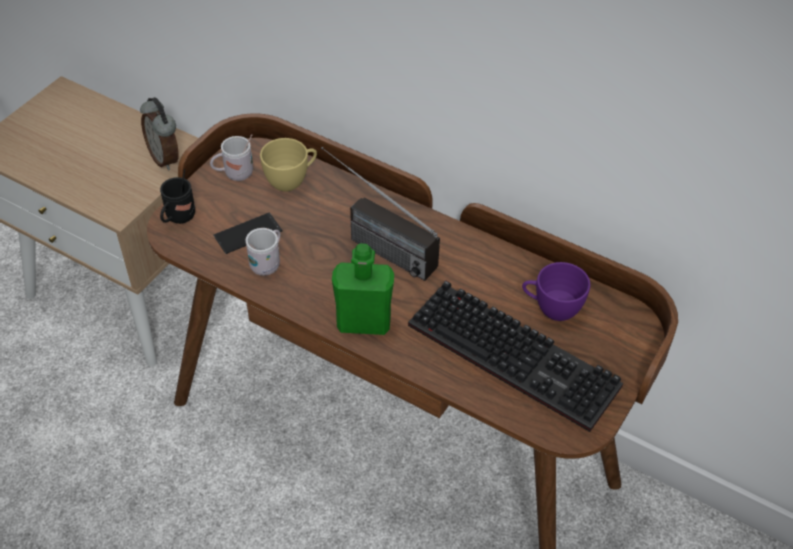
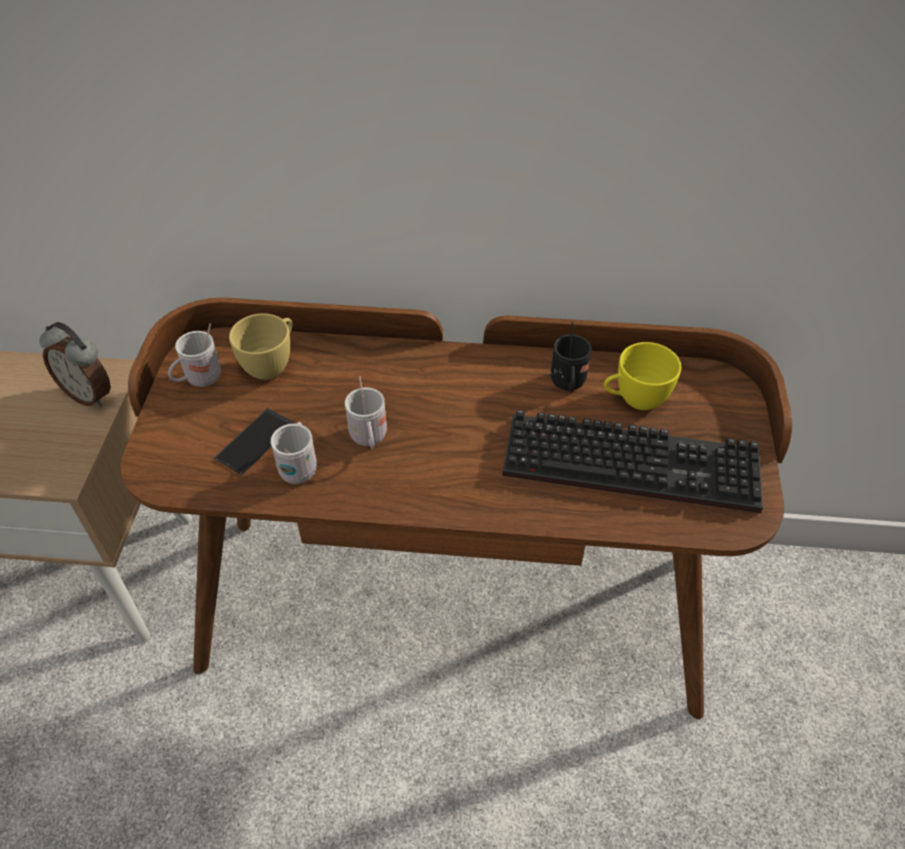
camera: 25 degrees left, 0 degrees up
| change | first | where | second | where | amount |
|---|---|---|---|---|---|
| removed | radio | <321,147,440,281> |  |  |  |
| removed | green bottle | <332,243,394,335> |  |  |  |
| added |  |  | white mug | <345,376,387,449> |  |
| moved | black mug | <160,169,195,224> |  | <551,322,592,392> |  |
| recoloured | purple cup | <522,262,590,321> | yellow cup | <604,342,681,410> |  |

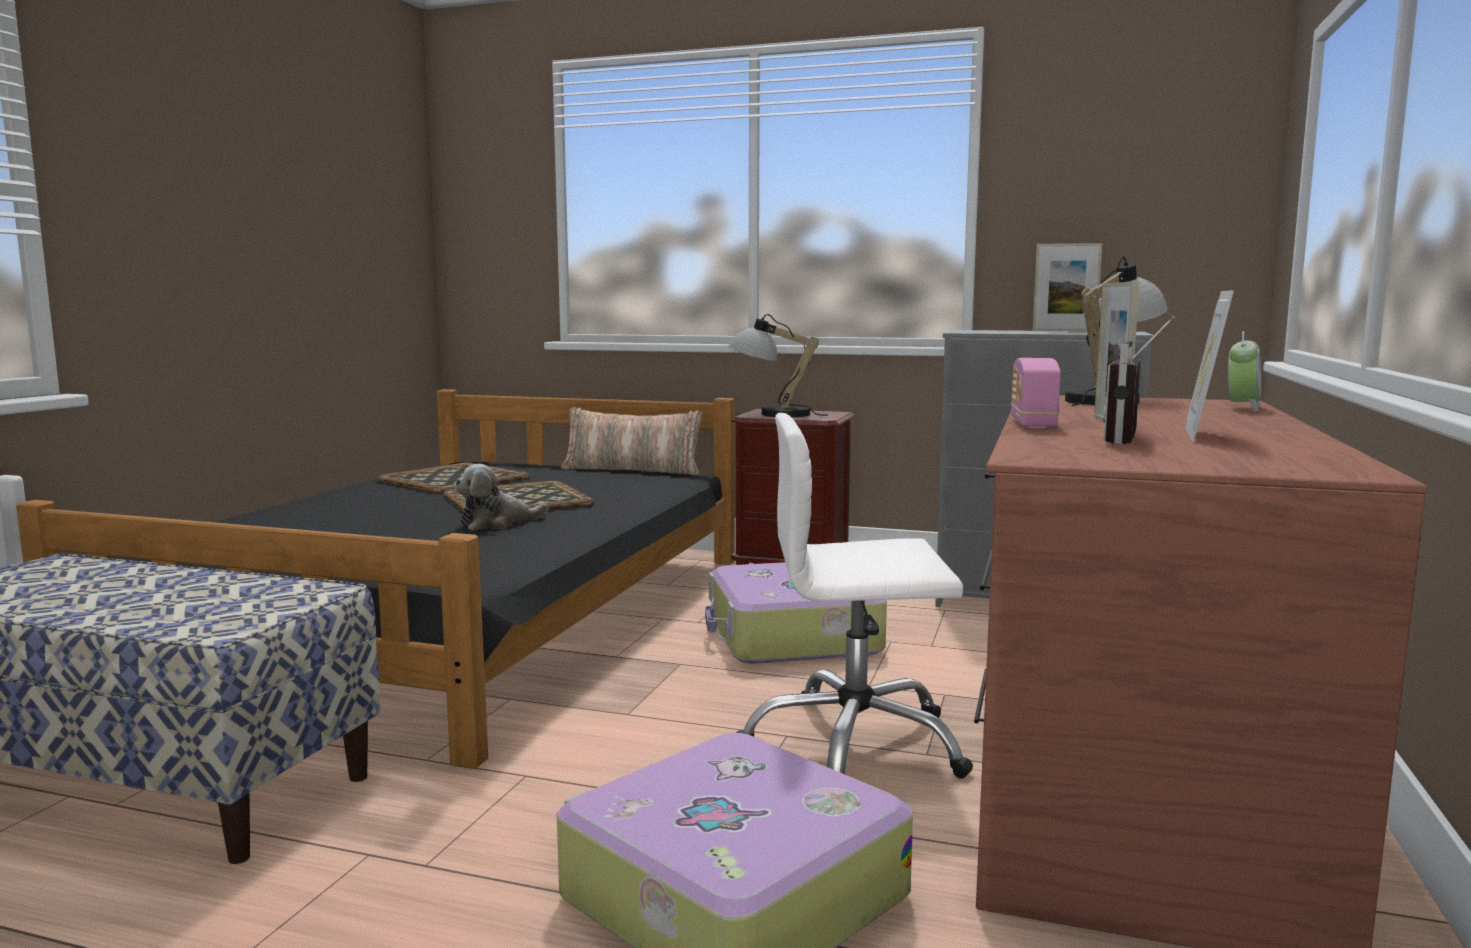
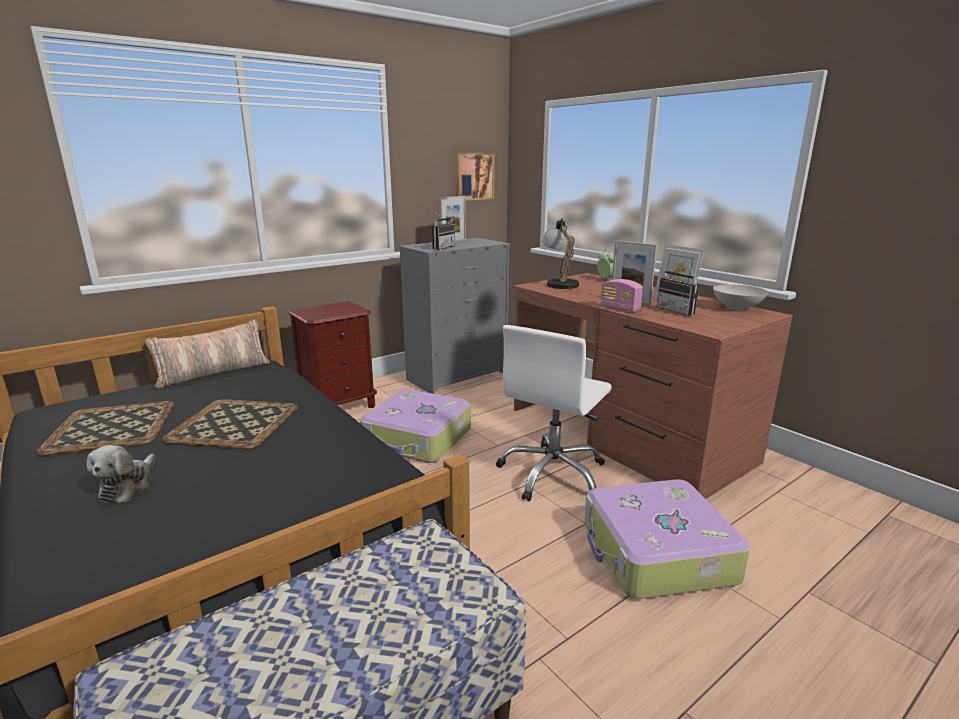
camera: 55 degrees left, 10 degrees up
| change | first | where | second | where | amount |
|---|---|---|---|---|---|
| removed | table lamp | <729,314,828,417> |  |  |  |
| added |  |  | radio | <431,210,455,250> |  |
| added |  |  | picture | <455,153,495,201> |  |
| added |  |  | white bowl | <713,284,768,310> |  |
| moved | plush toy | <455,464,548,531> |  | <86,445,155,503> |  |

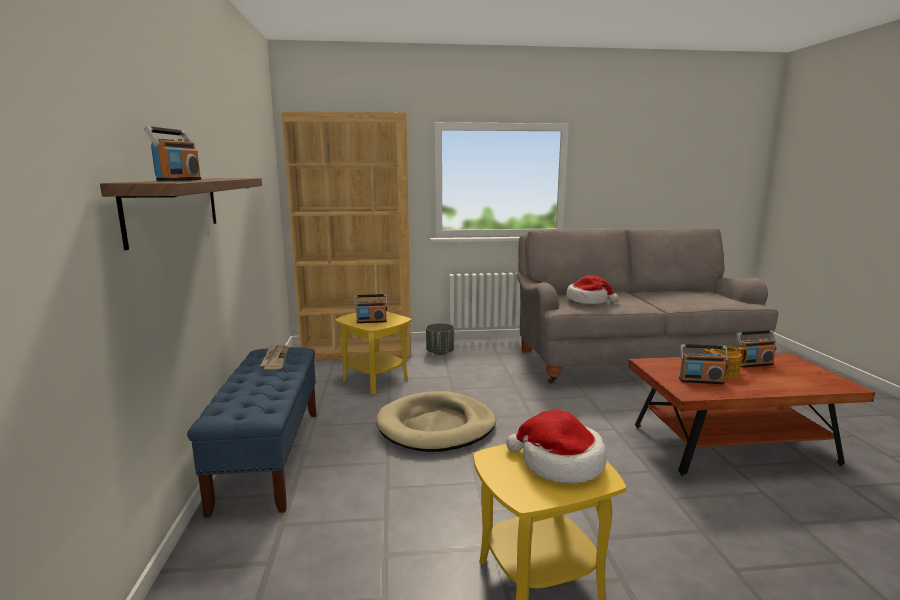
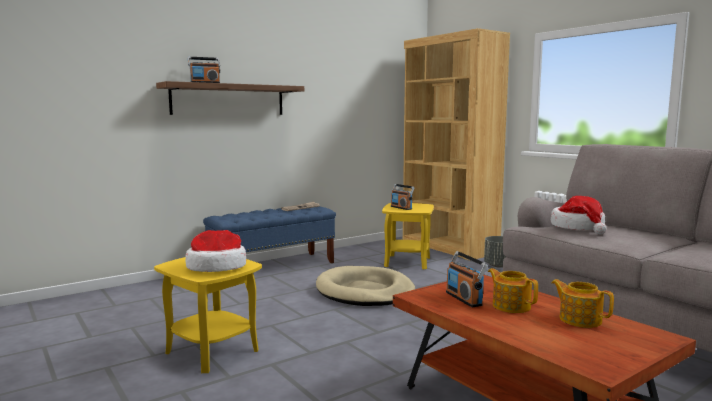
camera: 60 degrees right, 5 degrees down
| change | first | where | second | where | amount |
|---|---|---|---|---|---|
| replaced | radio | <736,330,776,368> | teapot | <551,279,614,328> |  |

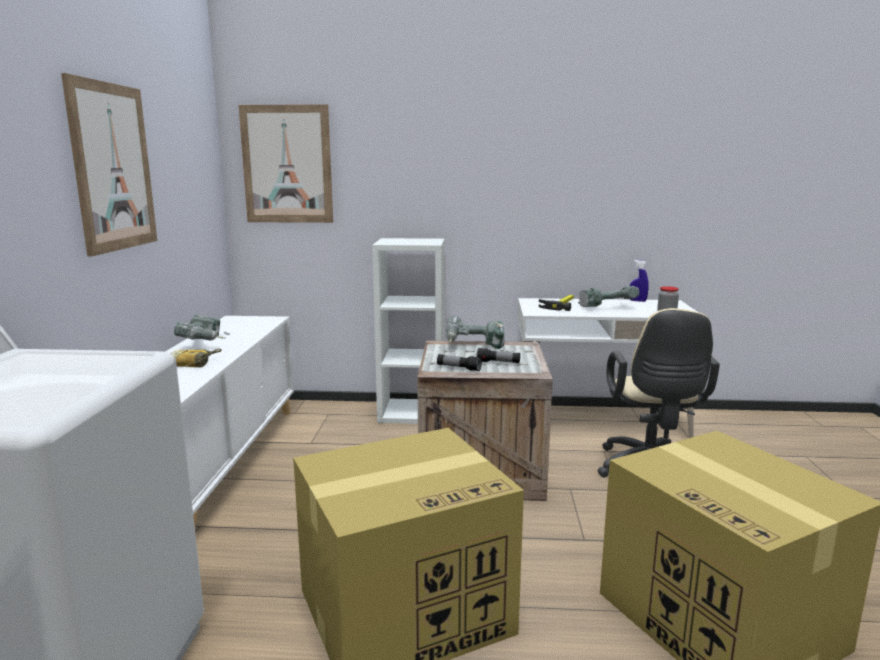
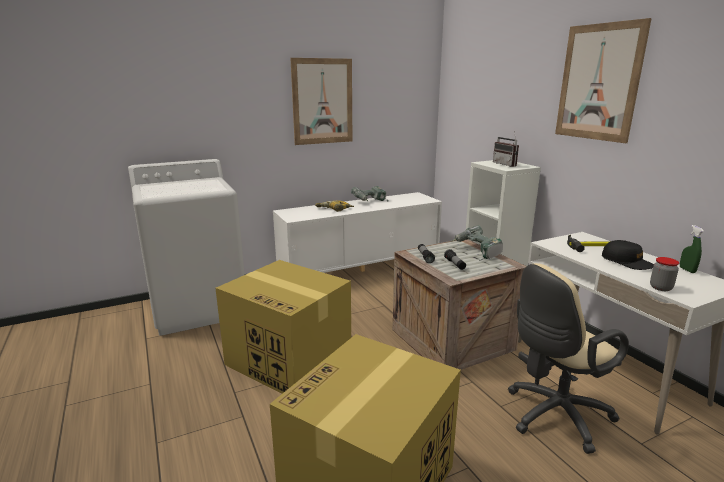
camera: 60 degrees right, 5 degrees up
| change | first | where | second | where | amount |
|---|---|---|---|---|---|
| added |  |  | radio | <493,130,519,167> |  |
| moved | picture | <239,104,333,223> |  | <555,18,652,143> |  |
| replaced | power drill | <578,286,639,307> | black cap | <602,240,654,270> |  |
| recoloured | blue spray bottle | <630,260,649,302> | green spray bottle | <680,225,704,273> |  |

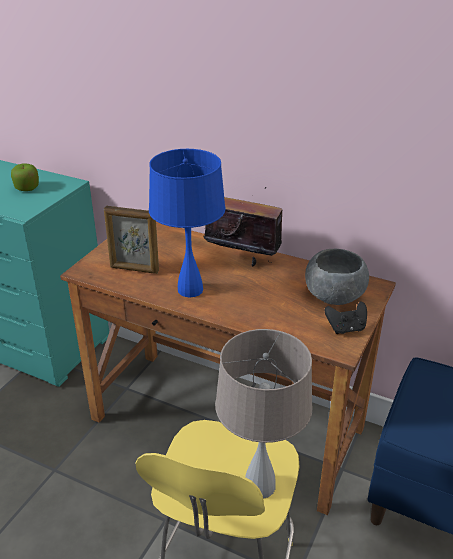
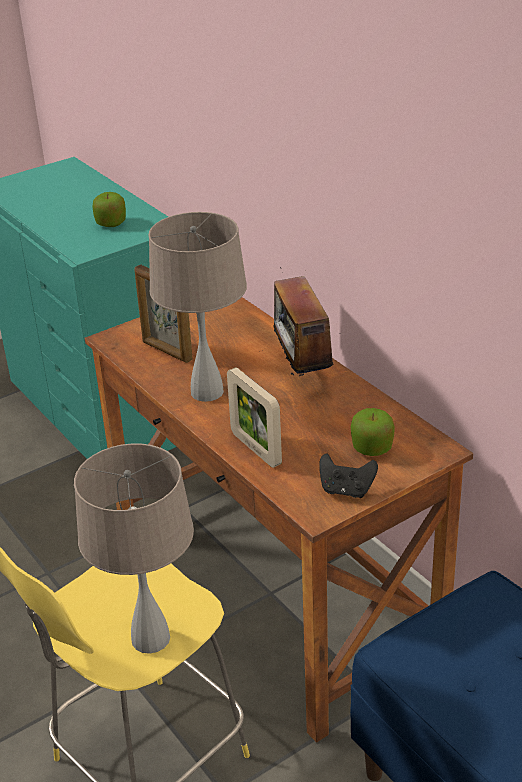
camera: 30 degrees right, 0 degrees up
| change | first | where | second | where | amount |
|---|---|---|---|---|---|
| added |  |  | picture frame | <227,368,282,468> |  |
| replaced | grey bowl | <305,249,369,305> | apple | <351,408,395,456> |  |
| recoloured | blue table lamp | <149,149,226,297> | beige table lamp | <148,212,247,402> |  |
| turned | radio | <204,187,283,266> |  | <262,267,341,378> | 150 degrees counterclockwise |

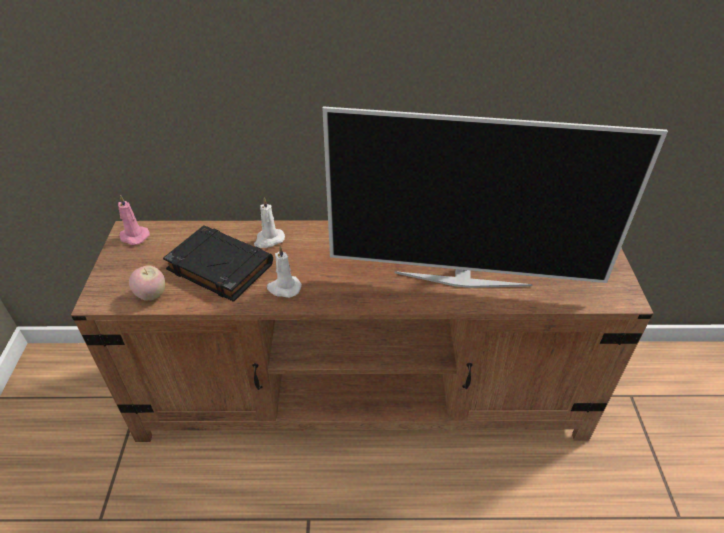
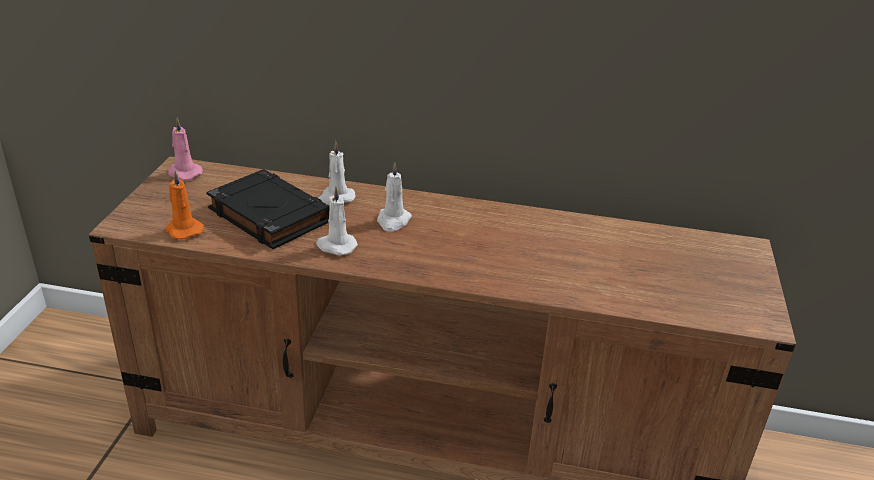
camera: 10 degrees right, 10 degrees down
| change | first | where | second | where | amount |
|---|---|---|---|---|---|
| removed | television | <322,106,668,288> |  |  |  |
| added |  |  | white candle | <377,162,412,232> |  |
| replaced | apple | <129,265,165,301> | orange candle | <165,171,204,239> |  |

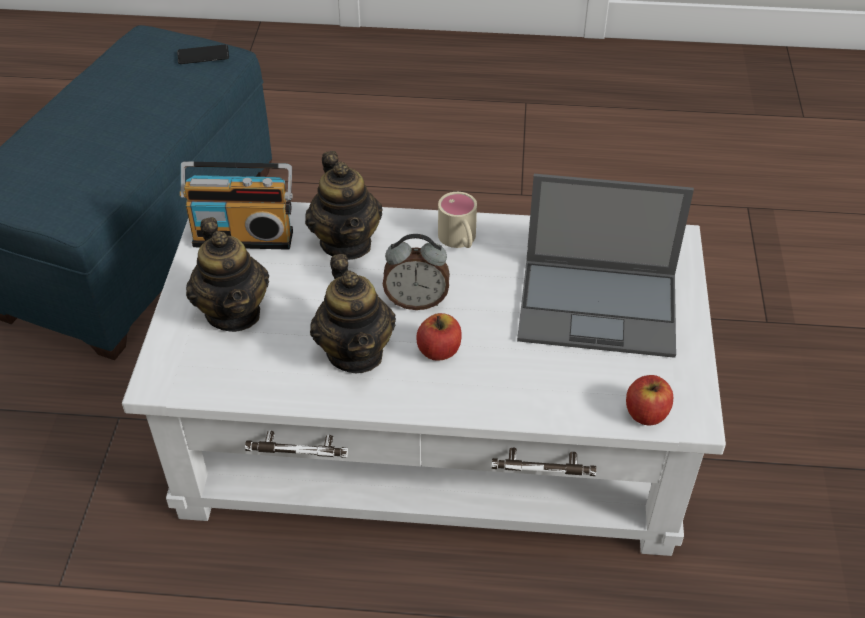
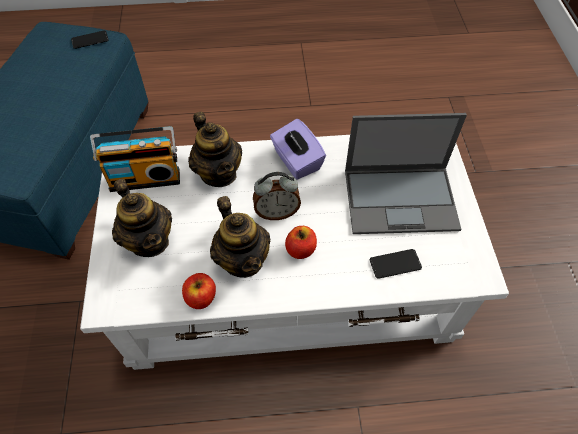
camera: 10 degrees left, 10 degrees up
| change | first | where | second | where | amount |
|---|---|---|---|---|---|
| added |  |  | phone | <370,249,422,279> |  |
| moved | apple | <626,375,673,426> |  | <182,273,216,309> |  |
| replaced | beige mug | <438,192,477,248> | purple tissue box | <270,119,326,180> |  |

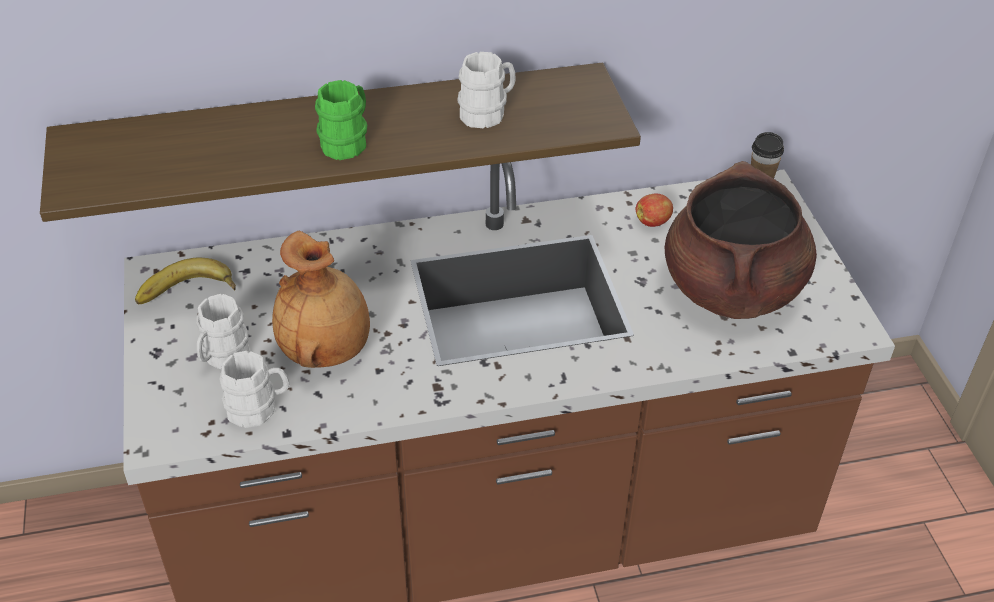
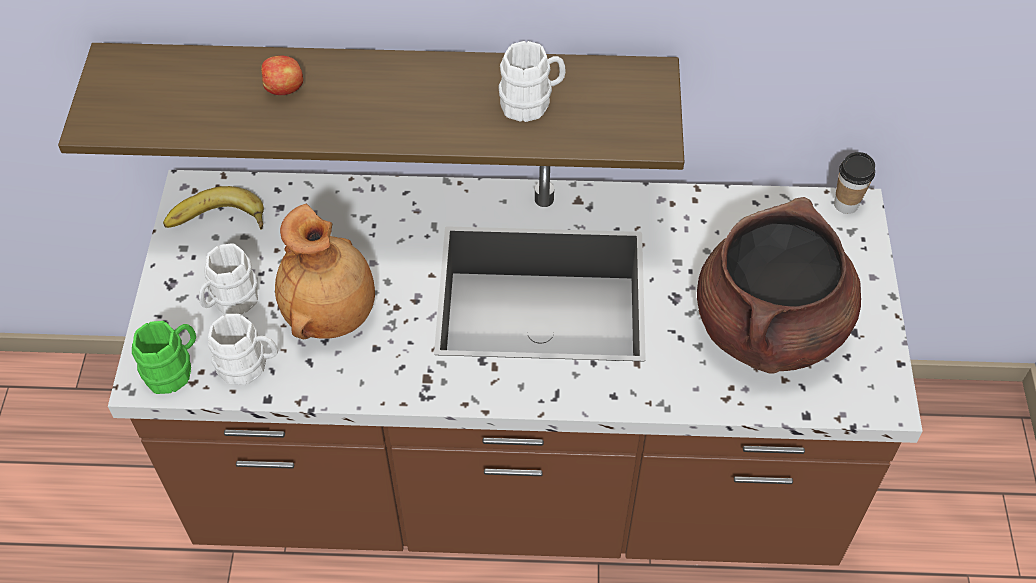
camera: 15 degrees right, 10 degrees up
| change | first | where | second | where | amount |
|---|---|---|---|---|---|
| moved | green mug | <315,80,367,160> |  | <132,321,196,394> |  |
| moved | apple | <636,193,673,227> |  | <261,56,303,95> |  |

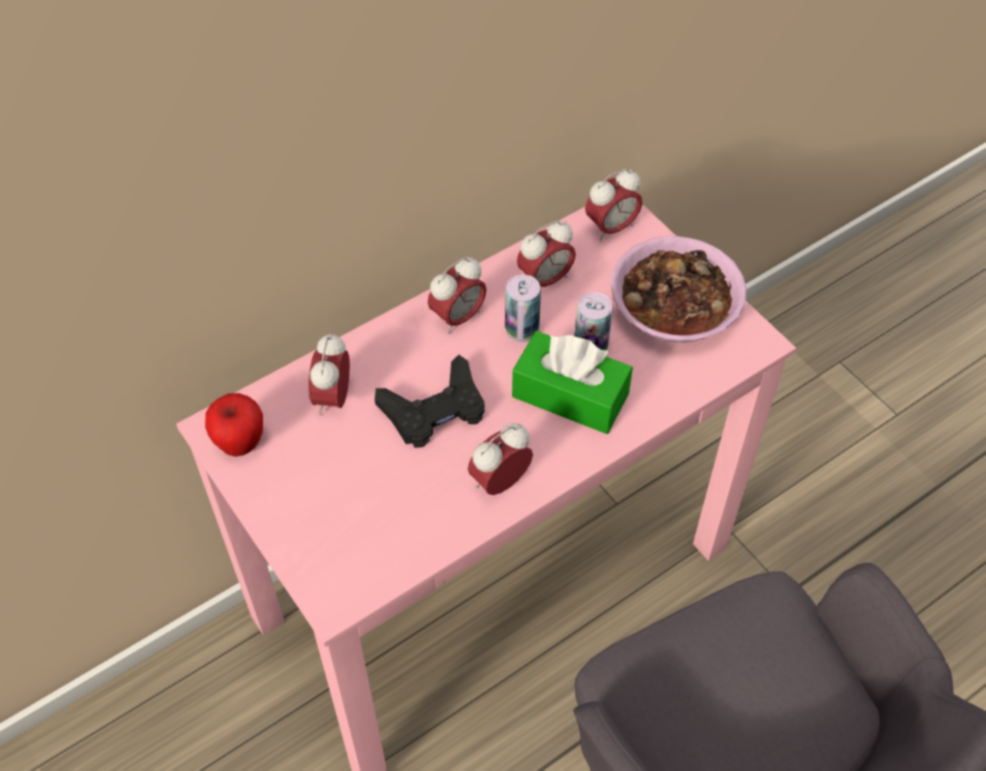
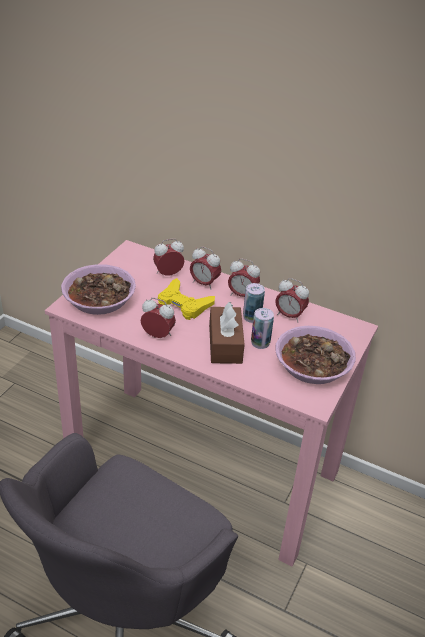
camera: 60 degrees right, 15 degrees down
| change | first | where | second | where | amount |
|---|---|---|---|---|---|
| removed | apple | <205,393,263,457> |  |  |  |
| added |  |  | bowl | <61,264,136,315> |  |
| moved | alarm clock | <585,168,642,241> |  | <190,247,221,290> |  |
| recoloured | black game controller | <375,355,485,448> | yellow game controller | <158,278,215,320> |  |
| recoloured | green tissue box | <512,331,633,434> | brown tissue box | <209,302,245,364> |  |

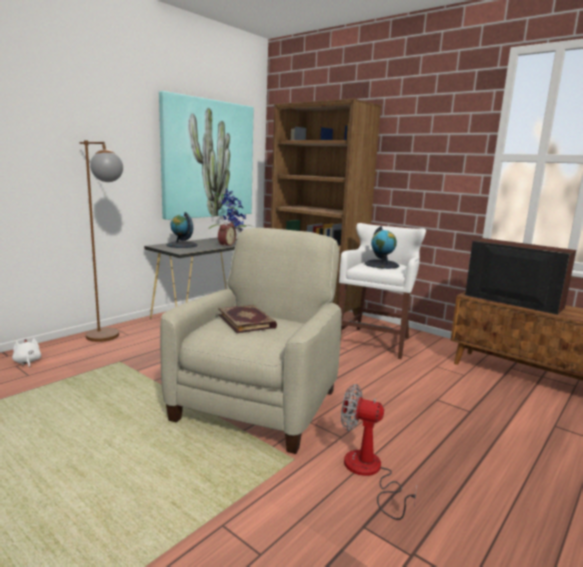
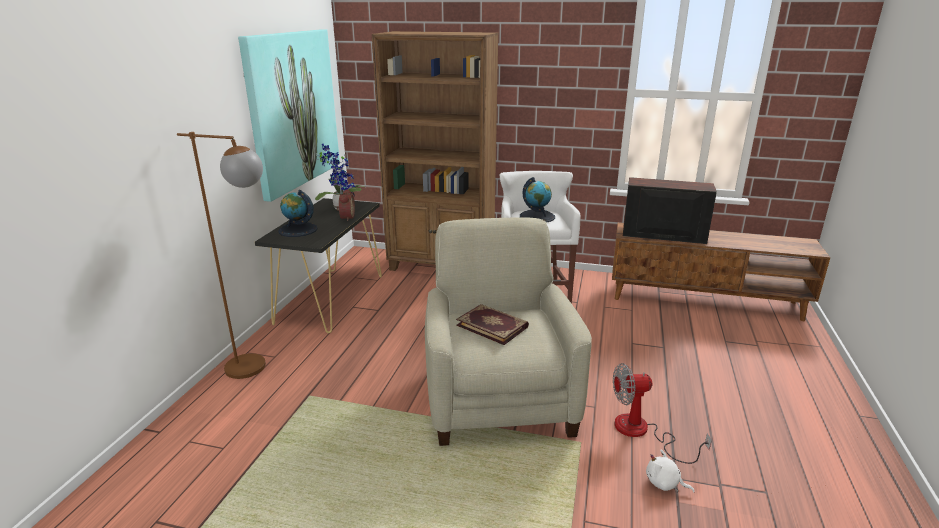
camera: 25 degrees left, 10 degrees up
| change | first | where | second | where | amount |
|---|---|---|---|---|---|
| moved | white plush toy | <12,338,41,368> |  | <646,449,695,493> |  |

